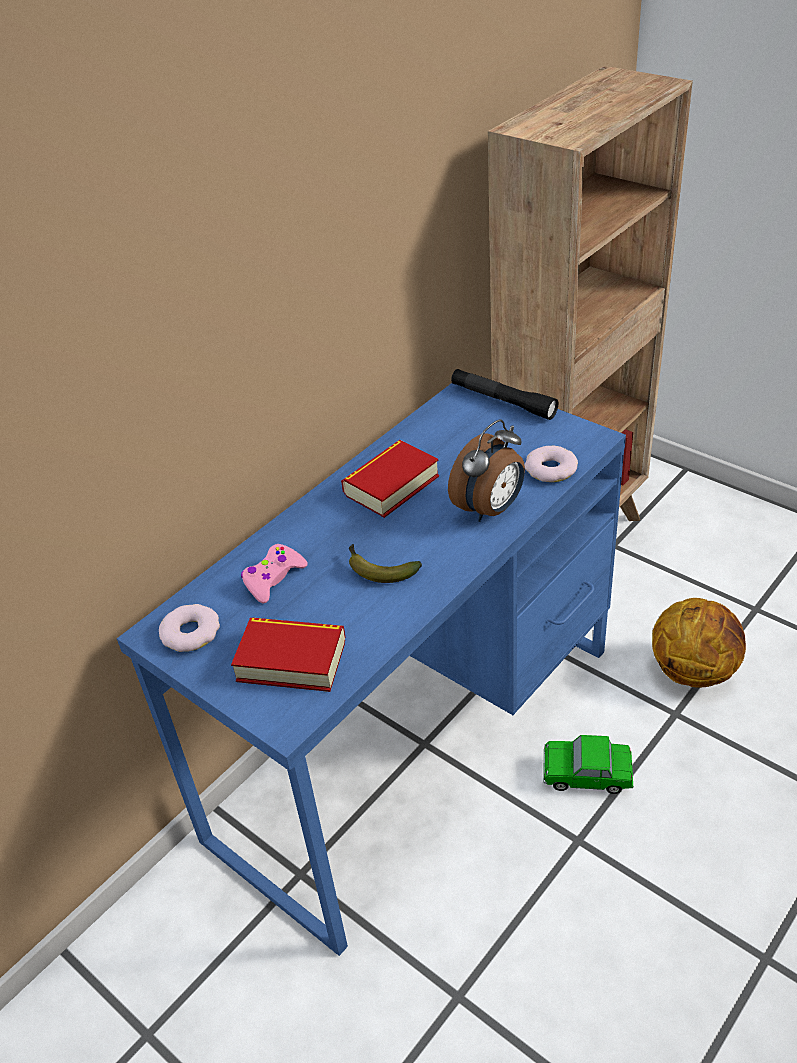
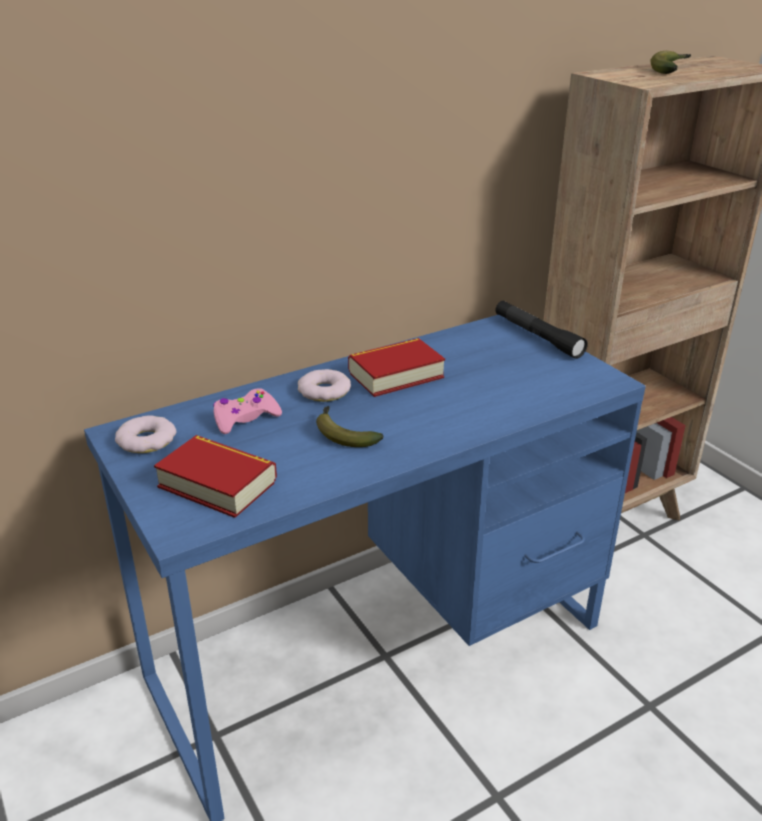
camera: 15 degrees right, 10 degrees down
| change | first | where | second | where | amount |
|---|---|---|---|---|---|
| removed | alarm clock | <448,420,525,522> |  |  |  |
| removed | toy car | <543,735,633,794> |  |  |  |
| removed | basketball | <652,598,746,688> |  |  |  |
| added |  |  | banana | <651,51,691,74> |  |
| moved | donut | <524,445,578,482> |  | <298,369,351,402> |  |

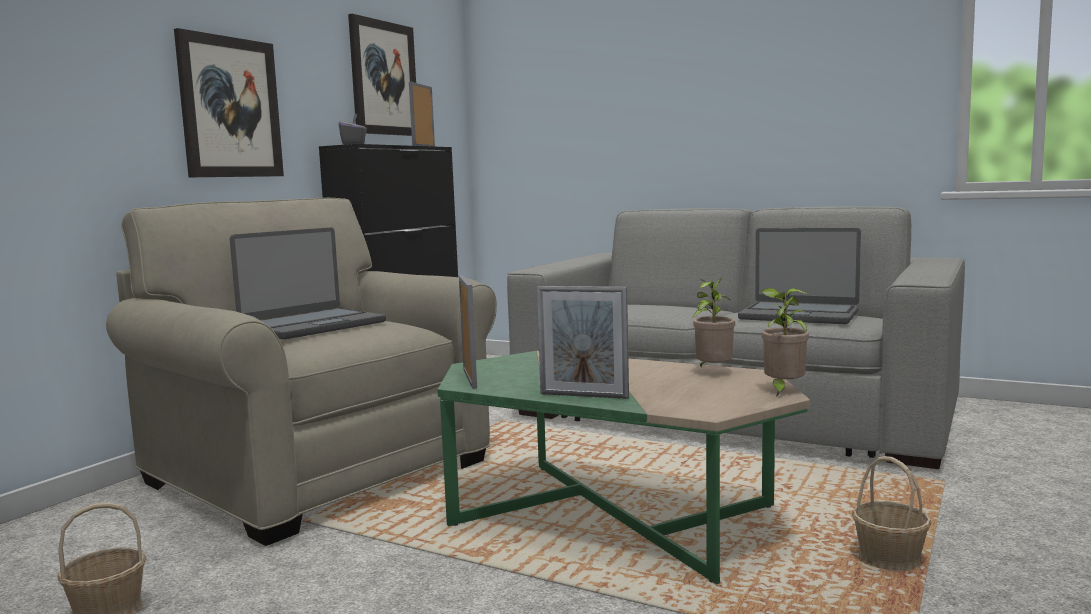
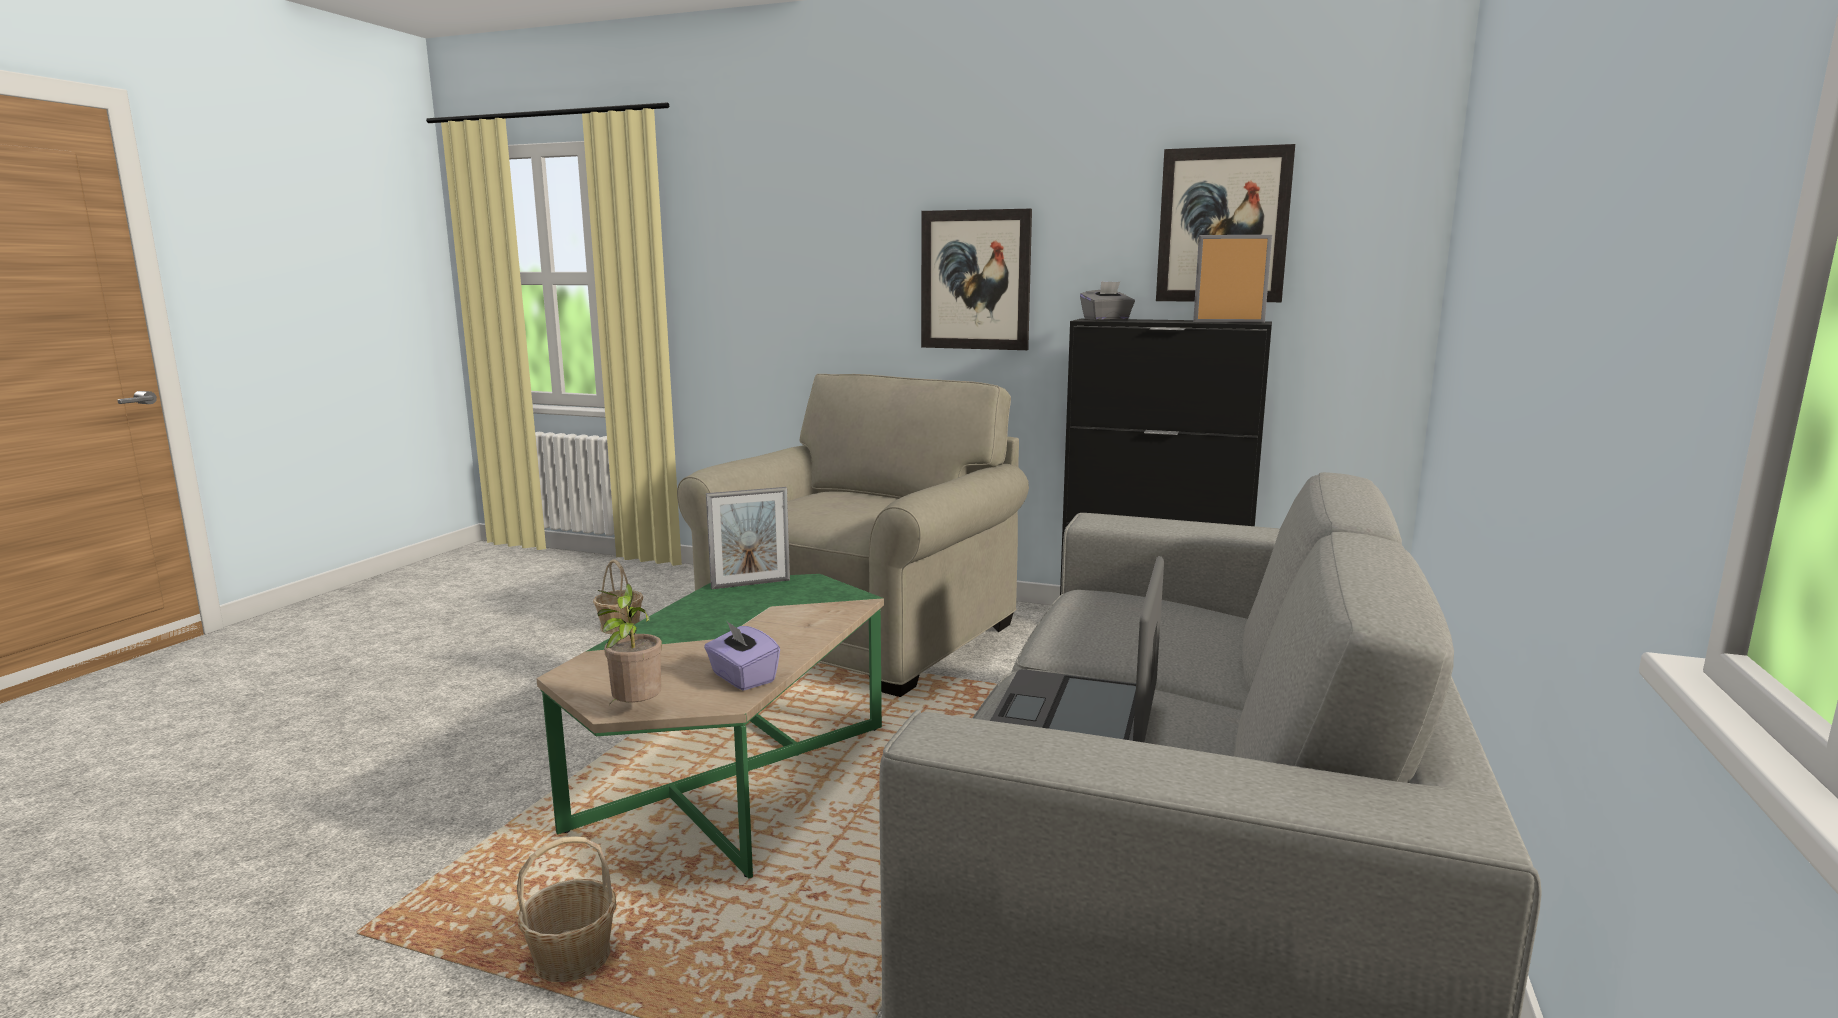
camera: 80 degrees right, 5 degrees up
| change | first | where | second | where | amount |
|---|---|---|---|---|---|
| removed | laptop | <230,227,386,340> |  |  |  |
| removed | picture frame | <537,286,629,399> |  |  |  |
| replaced | potted plant | <692,278,735,367> | purple tissue box | <704,620,780,691> |  |

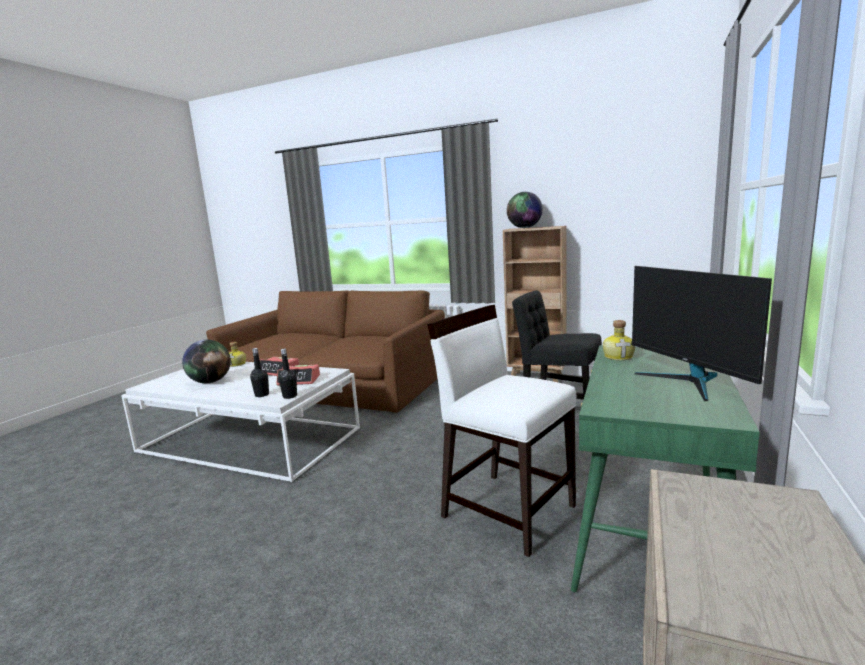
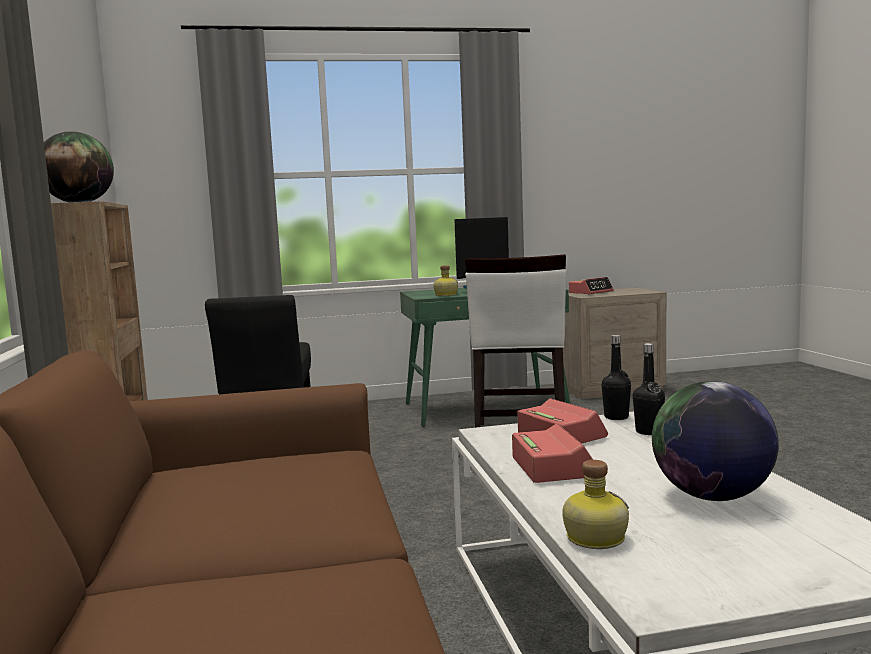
camera: 125 degrees left, 5 degrees down
| change | first | where | second | where | amount |
|---|---|---|---|---|---|
| added |  |  | alarm clock | <569,277,614,294> |  |

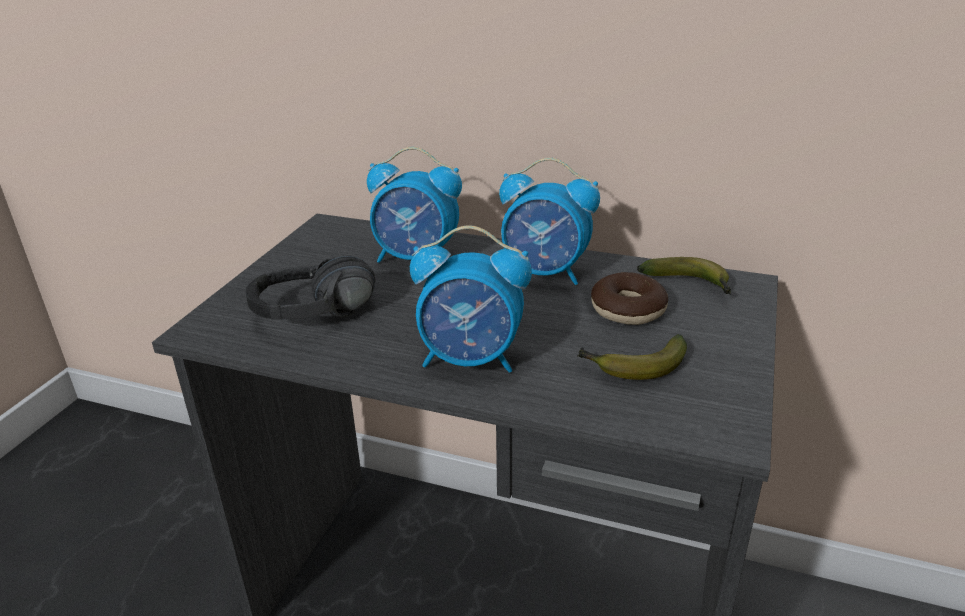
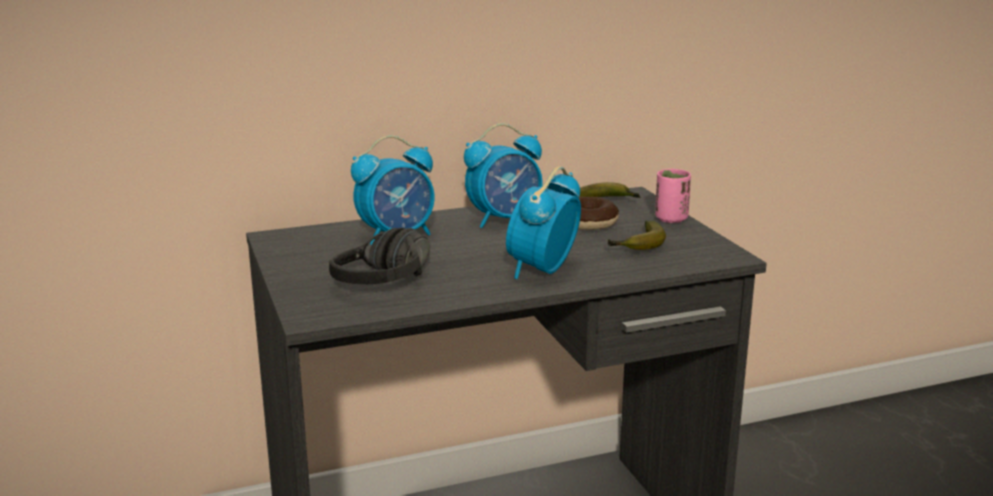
camera: 40 degrees left, 10 degrees down
| change | first | where | second | where | amount |
|---|---|---|---|---|---|
| added |  |  | pink cup | <655,169,691,223> |  |
| turned | alarm clock | <410,225,532,373> |  | <506,166,581,279> | 150 degrees clockwise |

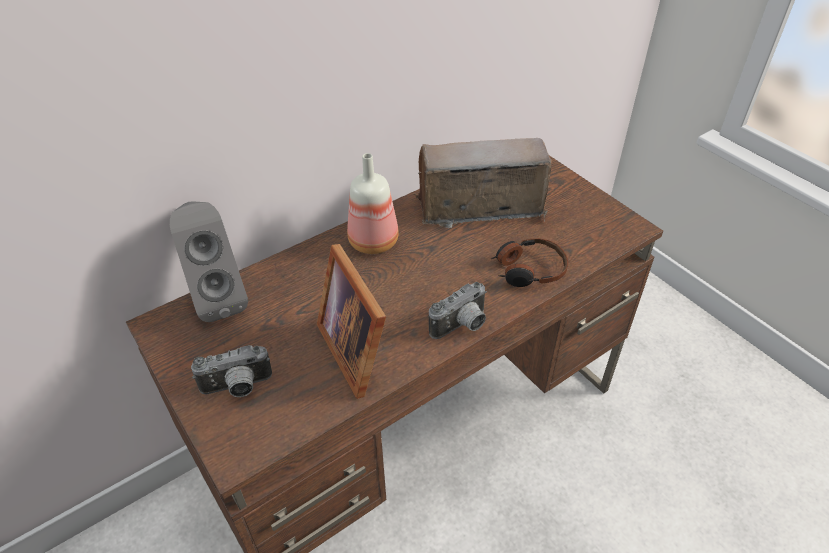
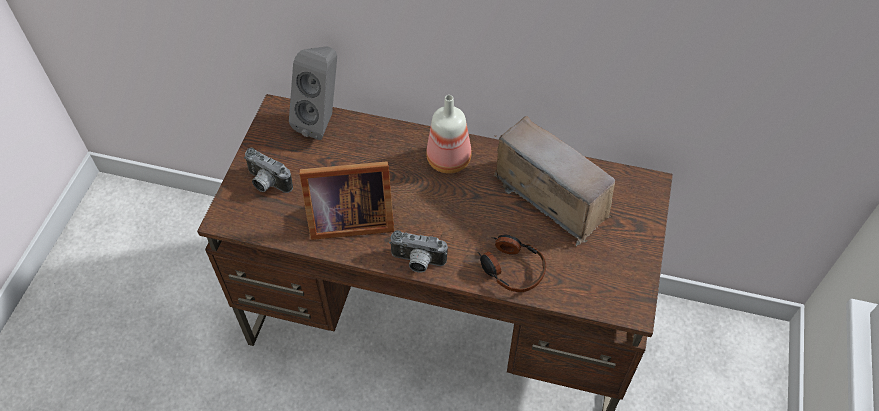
camera: 50 degrees right, 10 degrees up
| change | first | where | second | where | amount |
|---|---|---|---|---|---|
| turned | picture frame | <317,244,386,399> |  | <299,161,394,240> | 120 degrees counterclockwise |

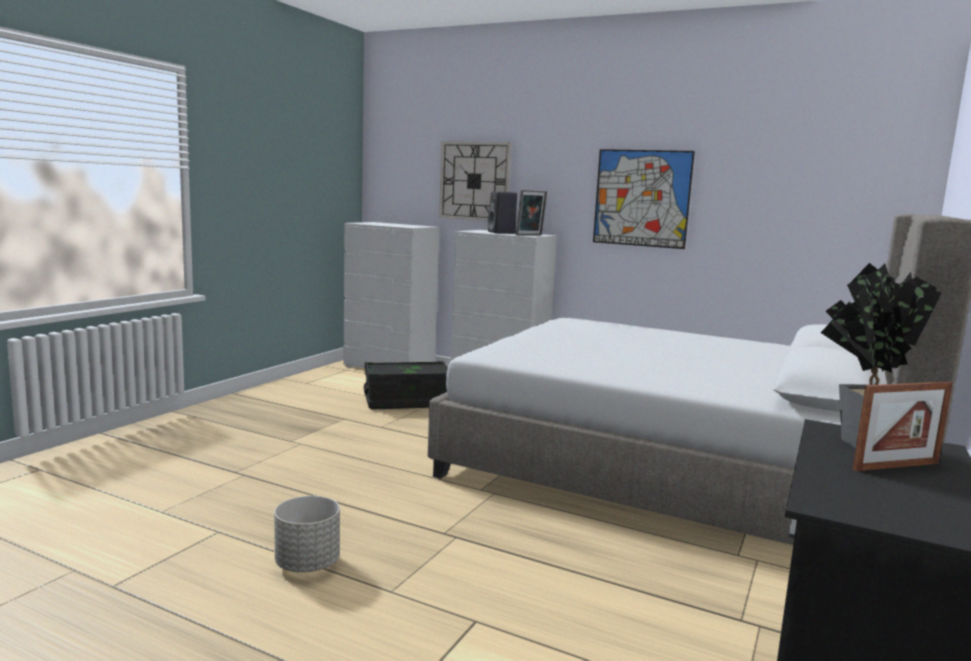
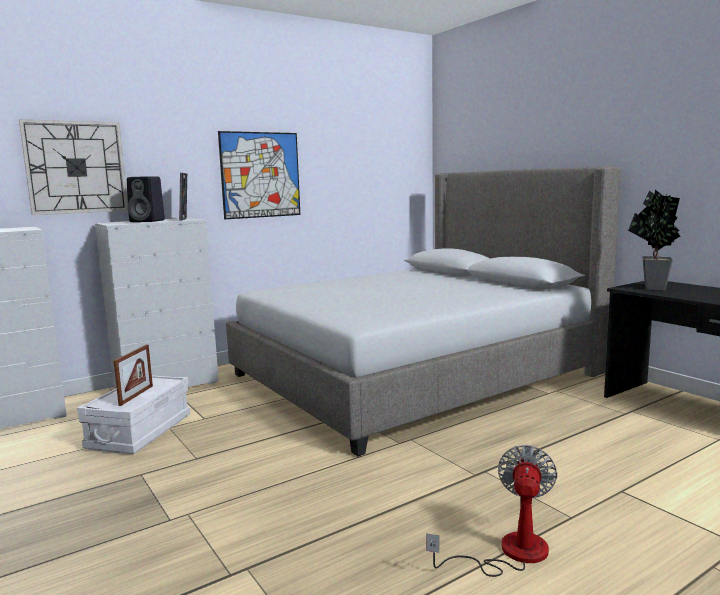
camera: 60 degrees left, 0 degrees up
| change | first | where | second | where | amount |
|---|---|---|---|---|---|
| moved | picture frame | <853,381,953,471> |  | <113,344,153,406> |  |
| replaced | grey planter | <274,496,340,572> | fan | <426,445,557,577> |  |
| recoloured | black storage box | <364,361,448,409> | white storage box | <77,375,190,454> |  |

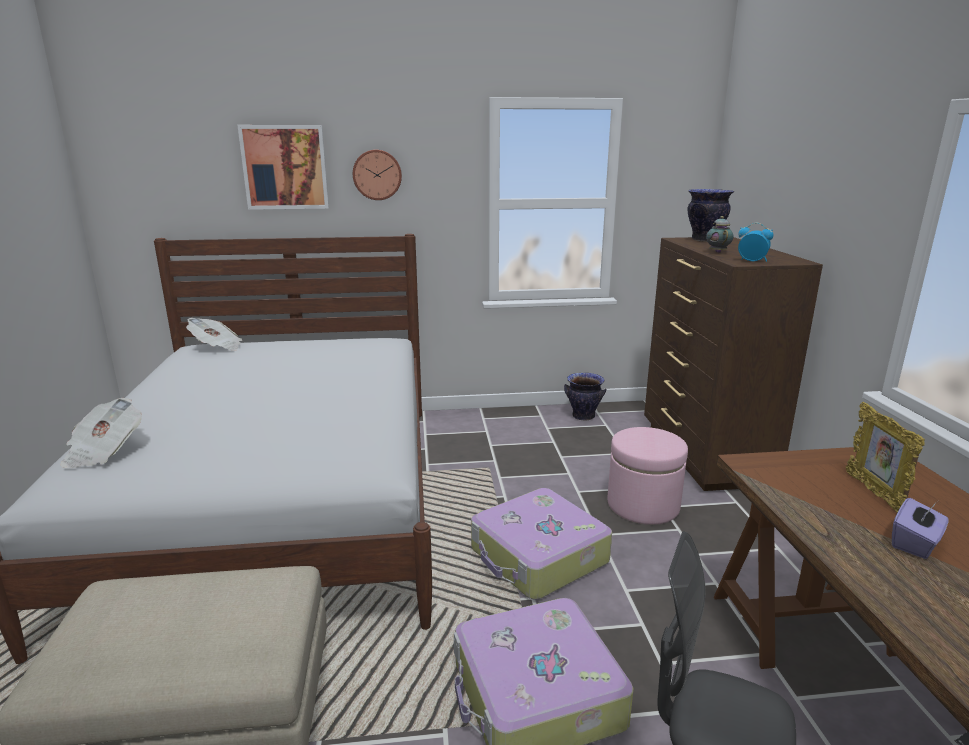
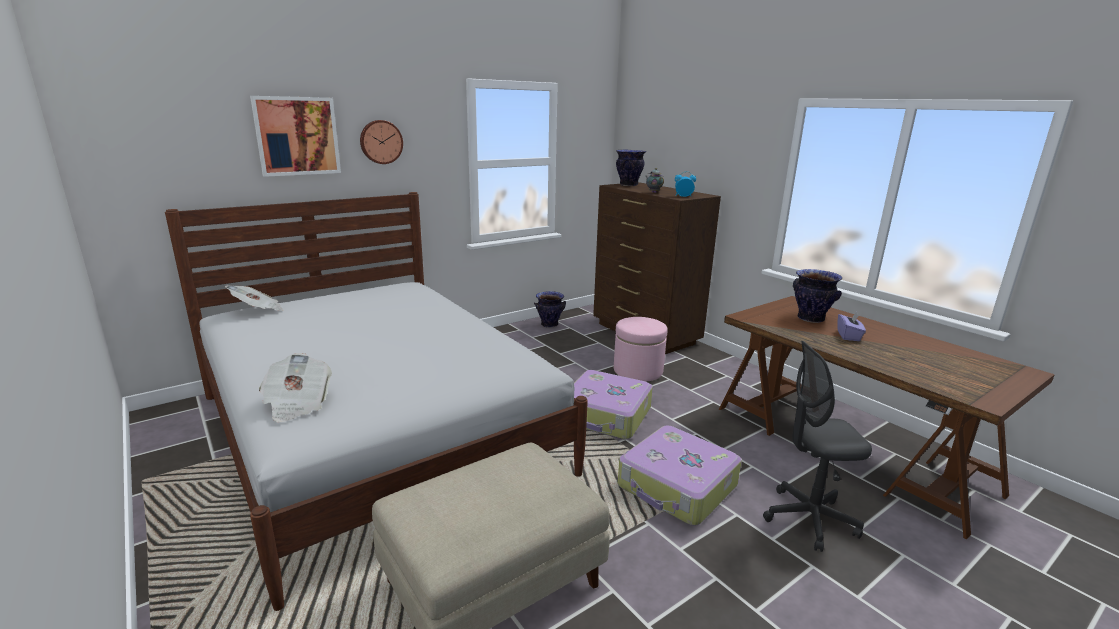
camera: 30 degrees left, 0 degrees up
| change | first | where | second | where | amount |
|---|---|---|---|---|---|
| replaced | picture frame | <846,402,925,512> | vase | <793,269,842,323> |  |

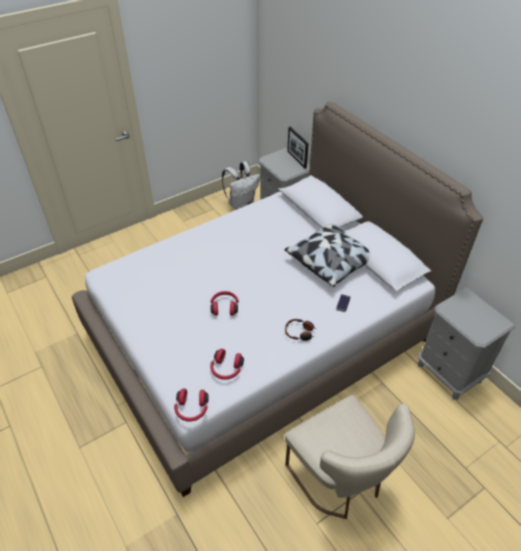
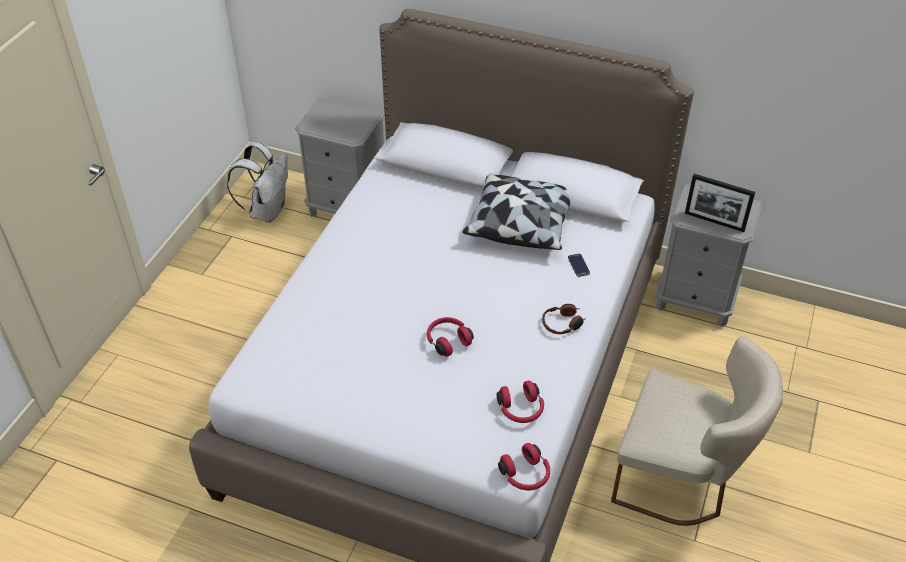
camera: 35 degrees left, 0 degrees up
| change | first | where | second | where | amount |
|---|---|---|---|---|---|
| moved | picture frame | <287,127,309,169> |  | <685,174,755,232> |  |

